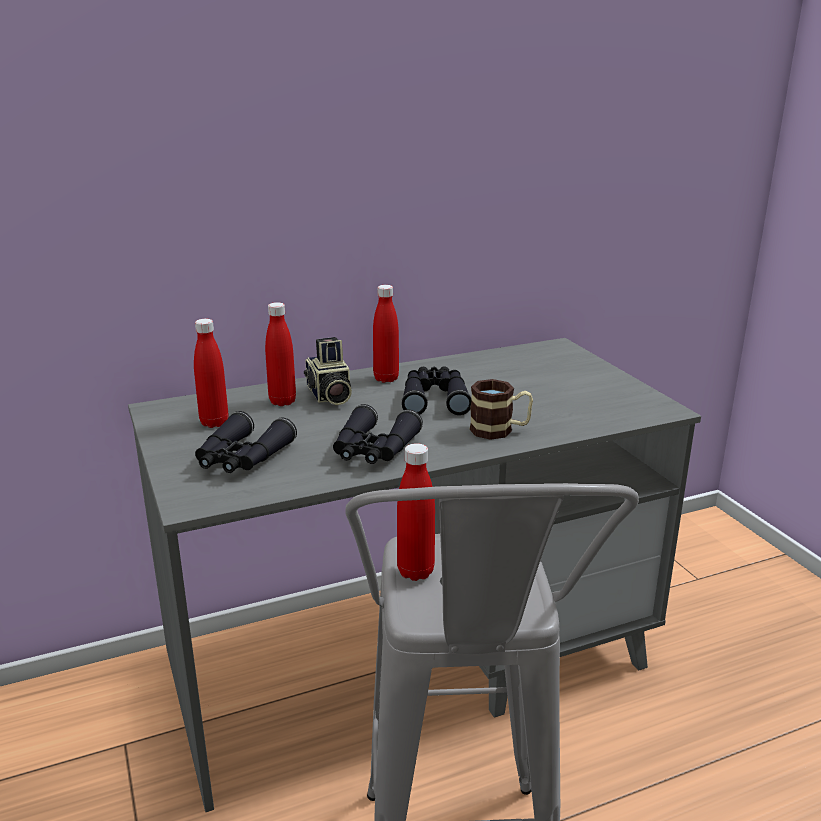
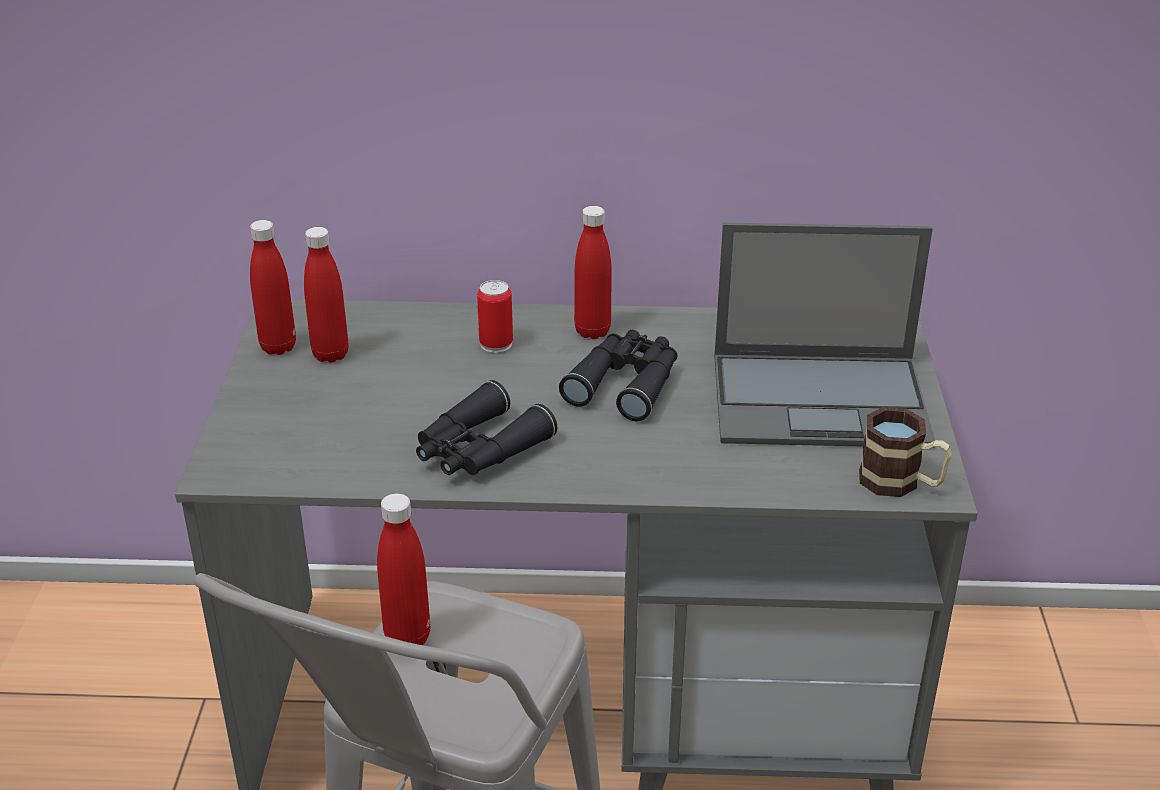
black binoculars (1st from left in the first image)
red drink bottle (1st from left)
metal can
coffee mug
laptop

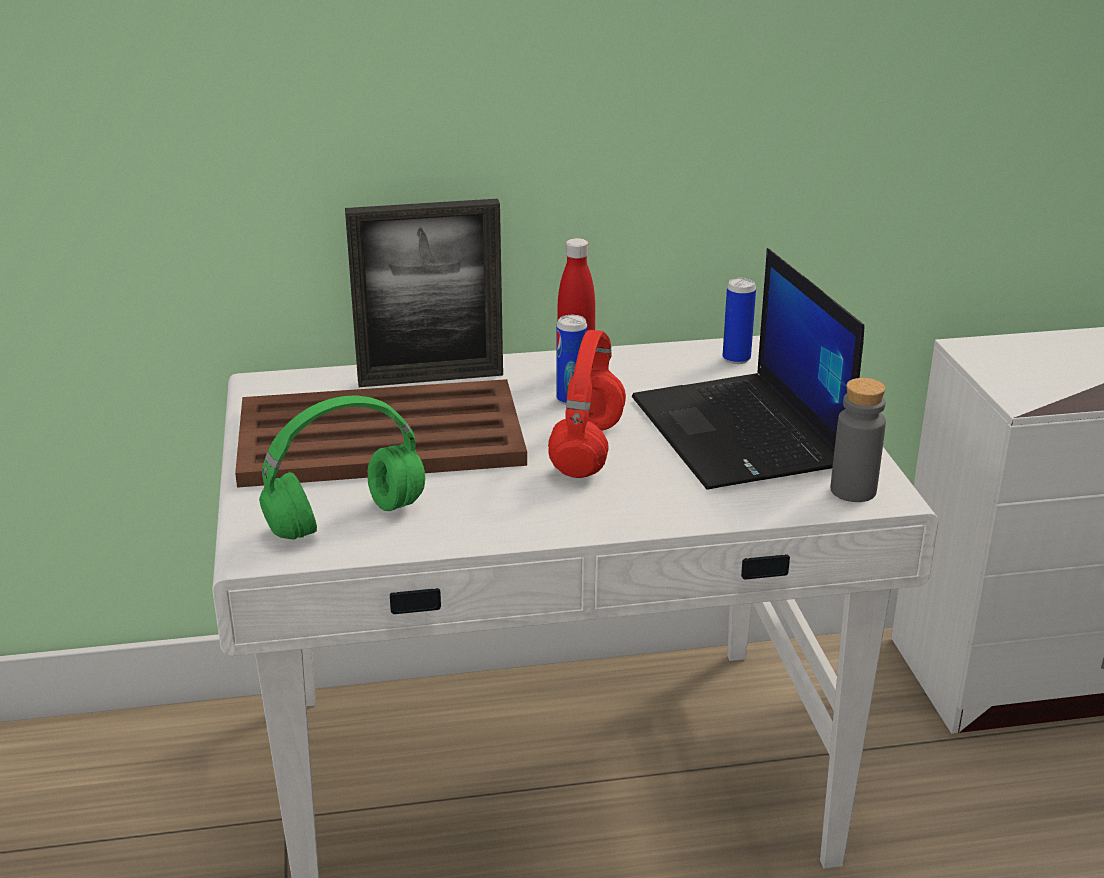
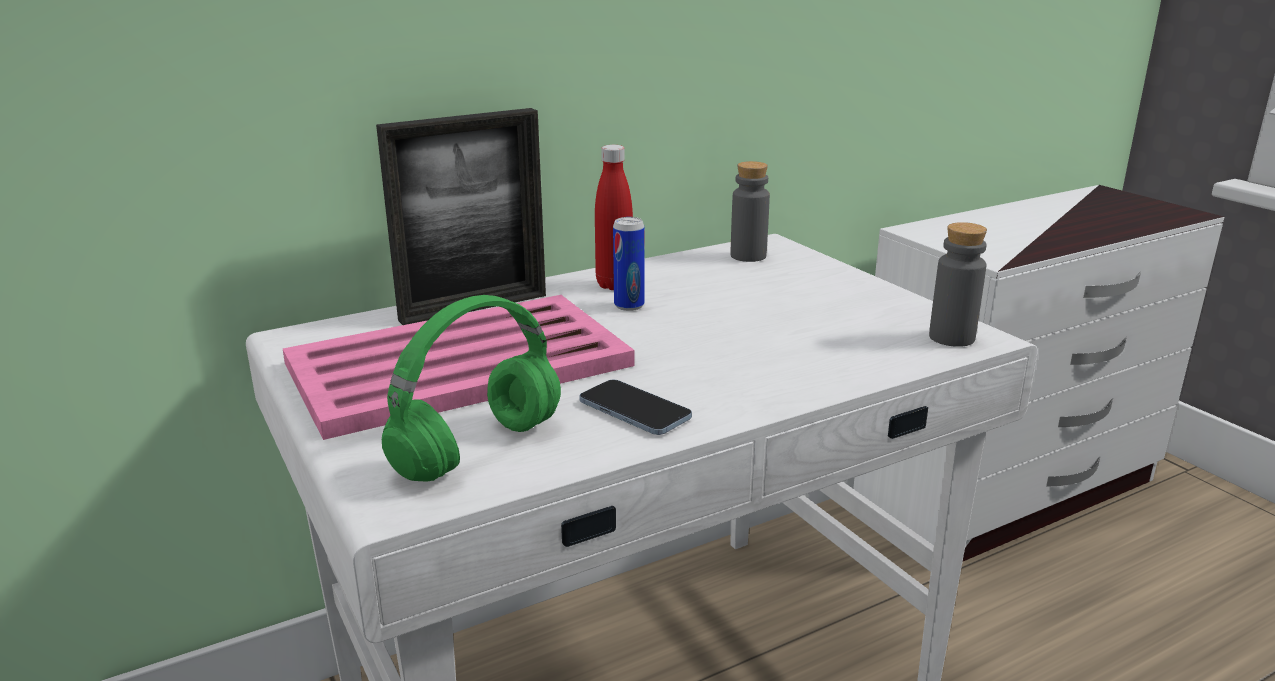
pinkish carrying tray
red headphones
laptop
gray drink bottle (1st from left)
phone

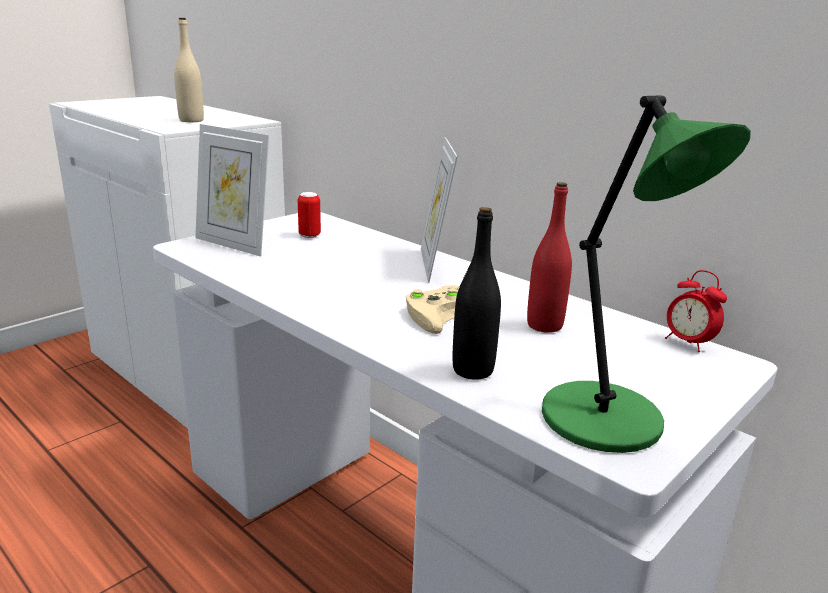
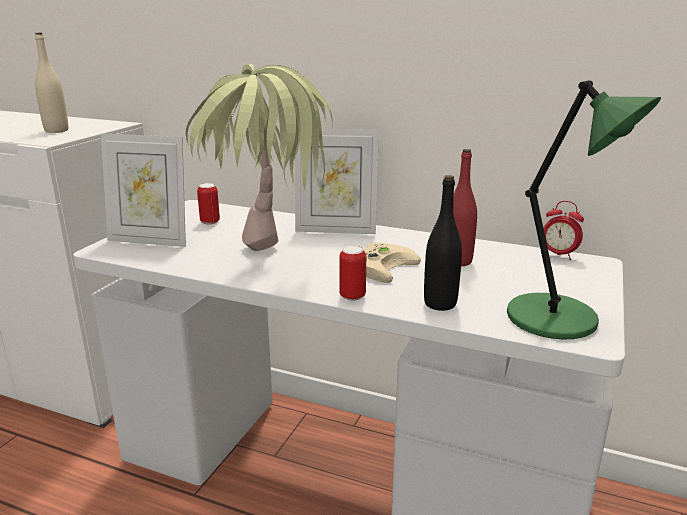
picture frame (2nd from left)
houseplant
metal can (2nd from left)

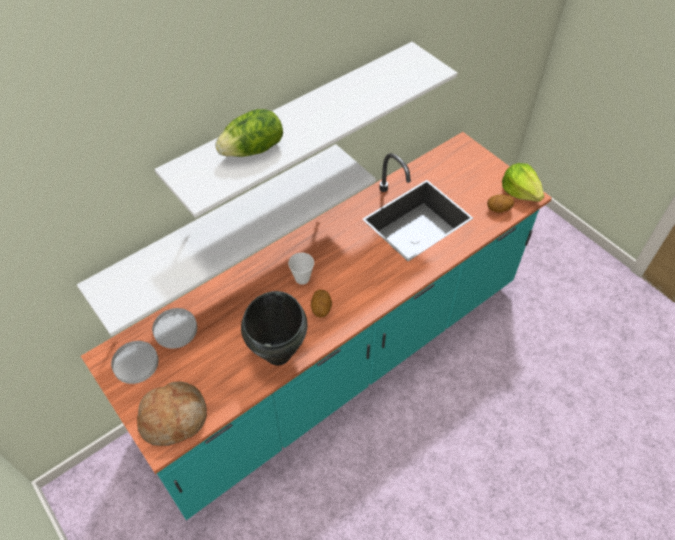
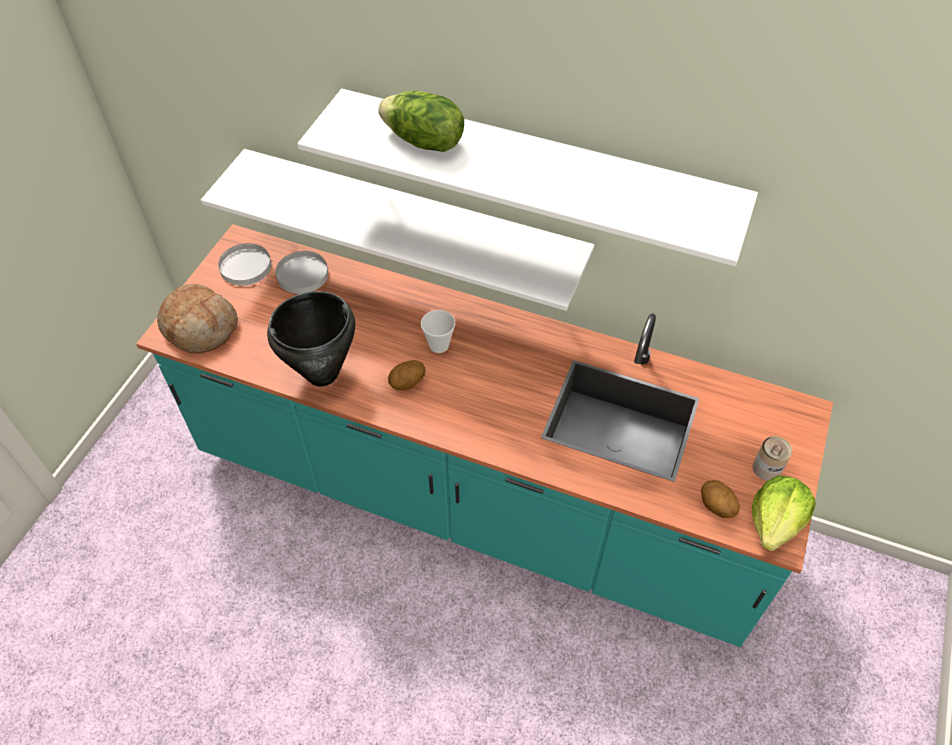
metal can

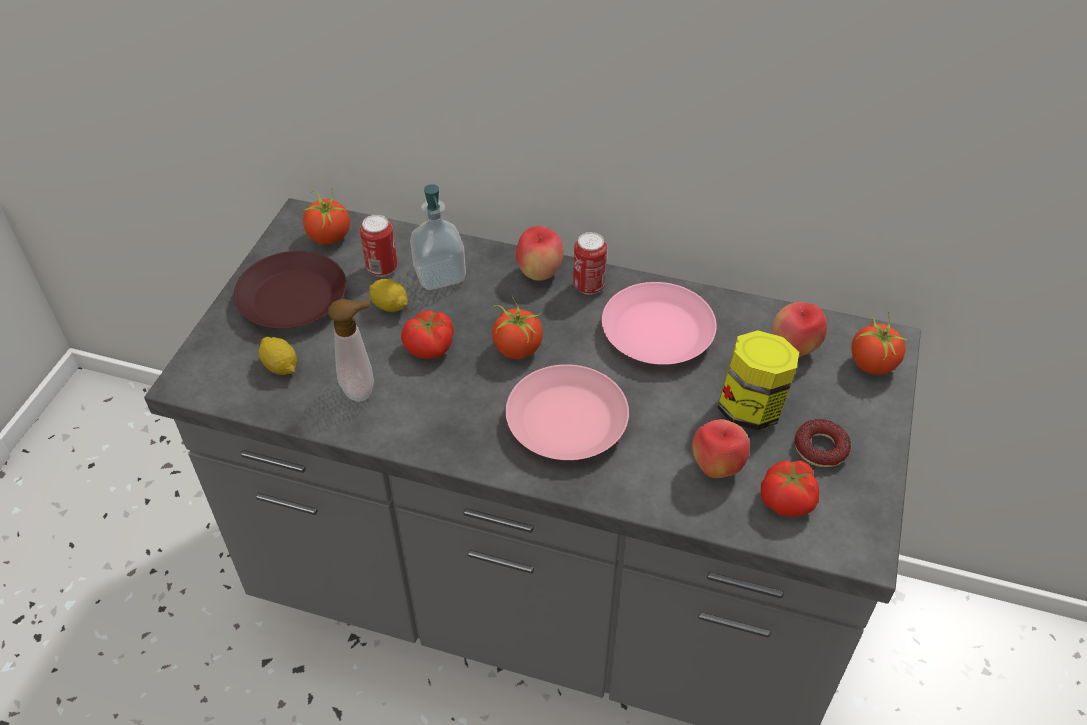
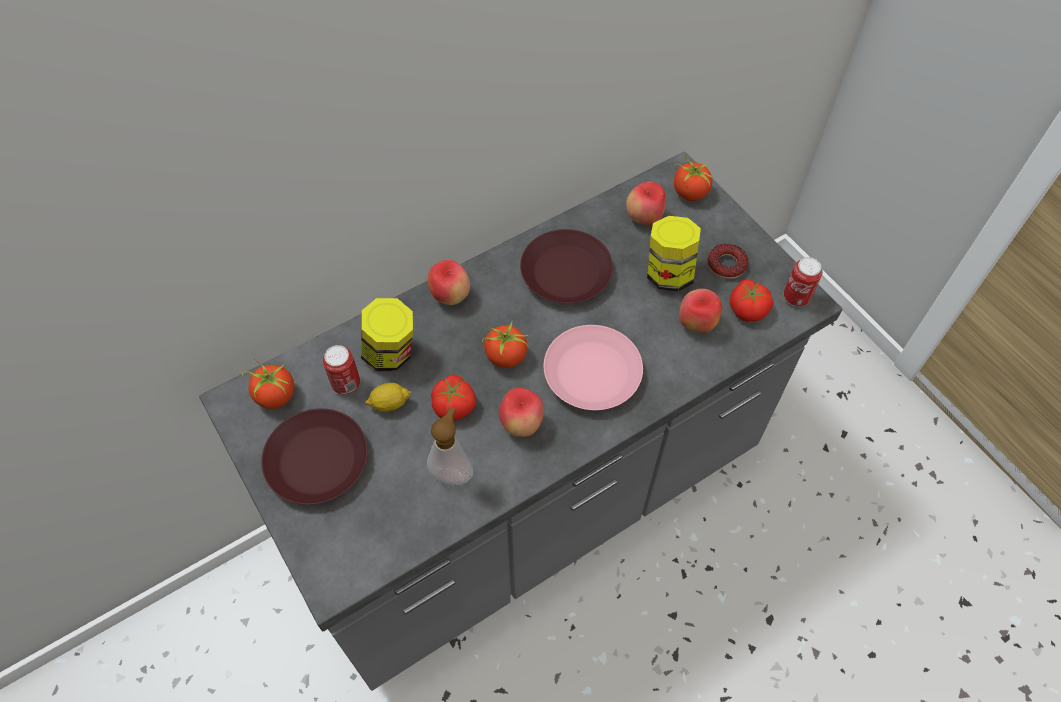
citrus fruit (1st from left in the first image)
preserve jar (1st from left)
metal can (2nd from left)
brownish flat dish (2nd from left)
apple fruit (2nd from left)

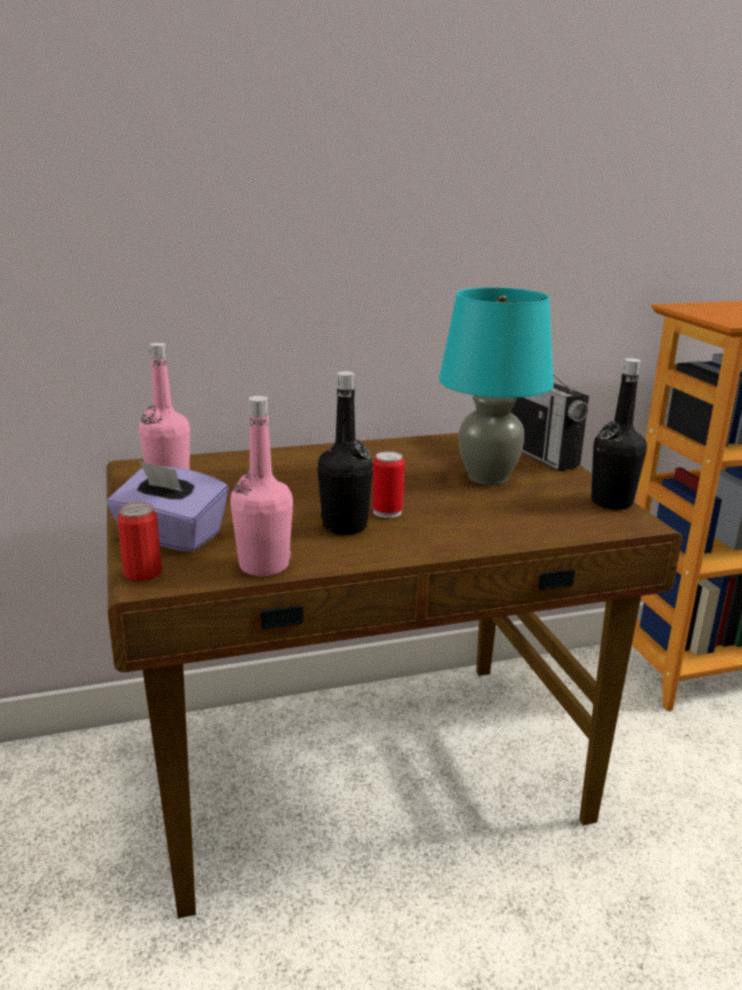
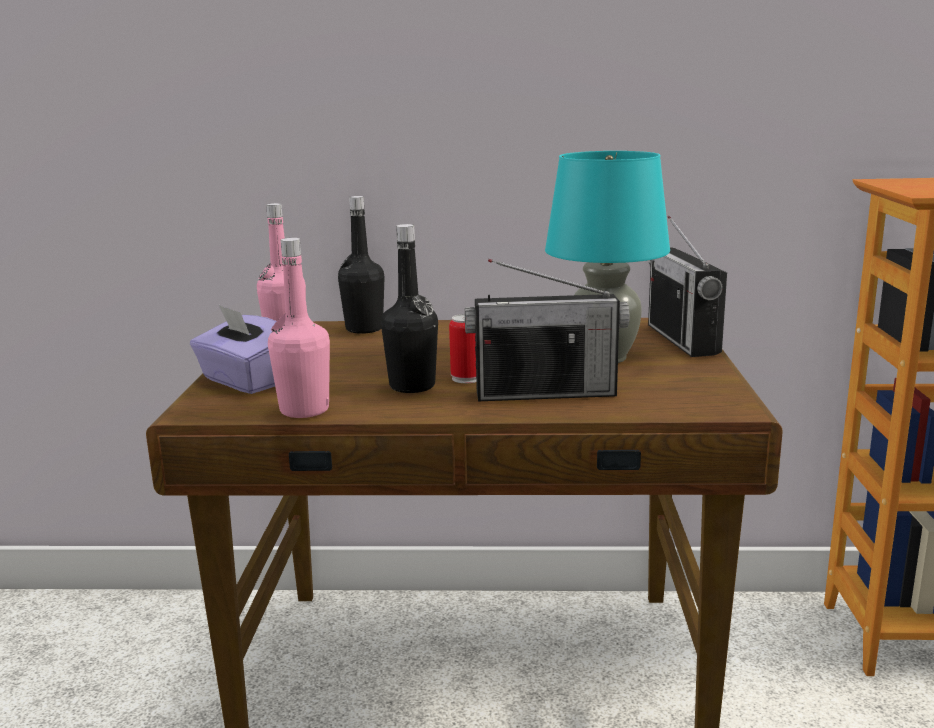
metal can (1st from left in the first image)
black drink bottle (1st from left)
radio set (1st from left)

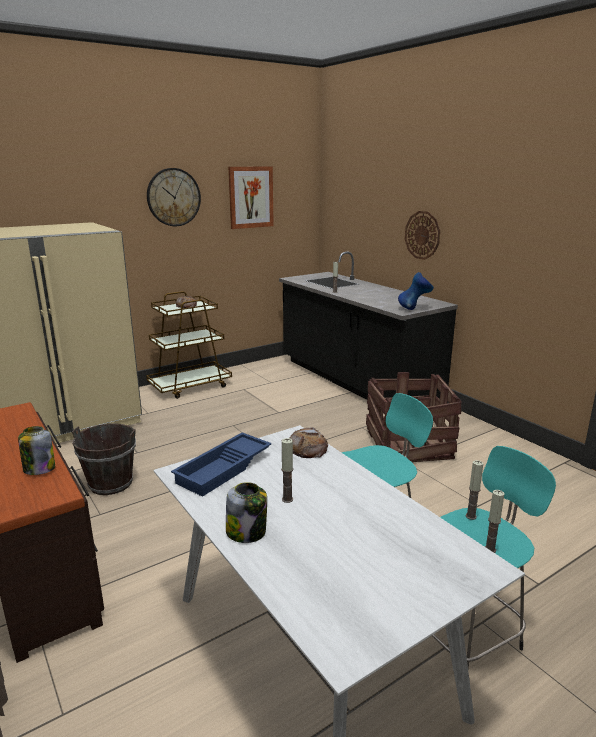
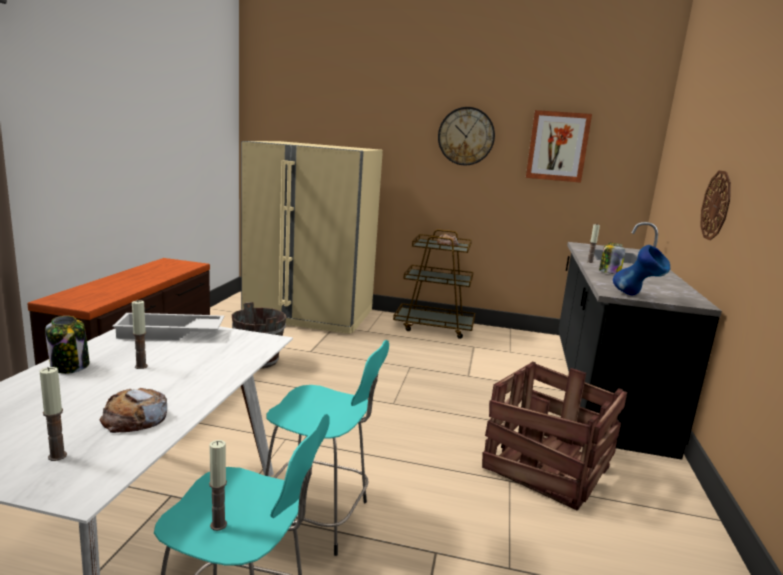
preserve jar (2nd from left)
white carrying tray
bread (1st from left)
candle (1st from left)

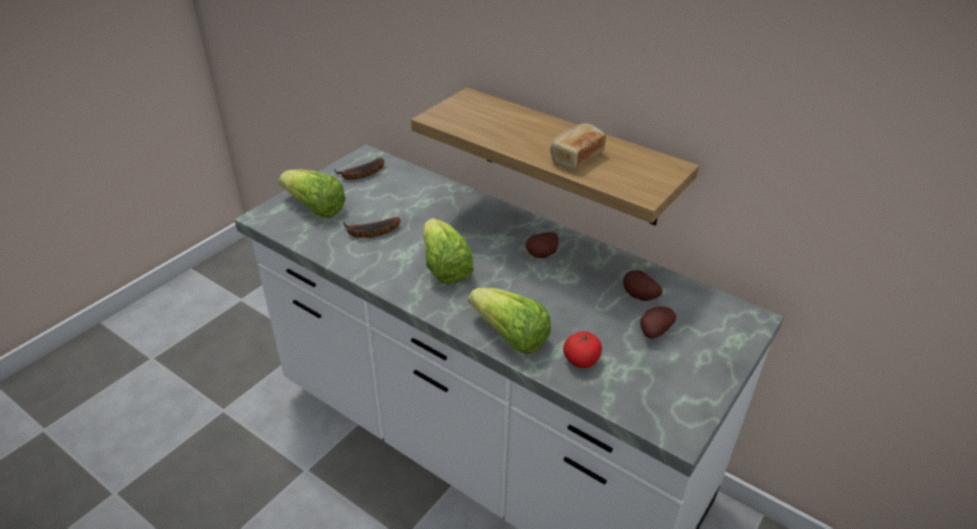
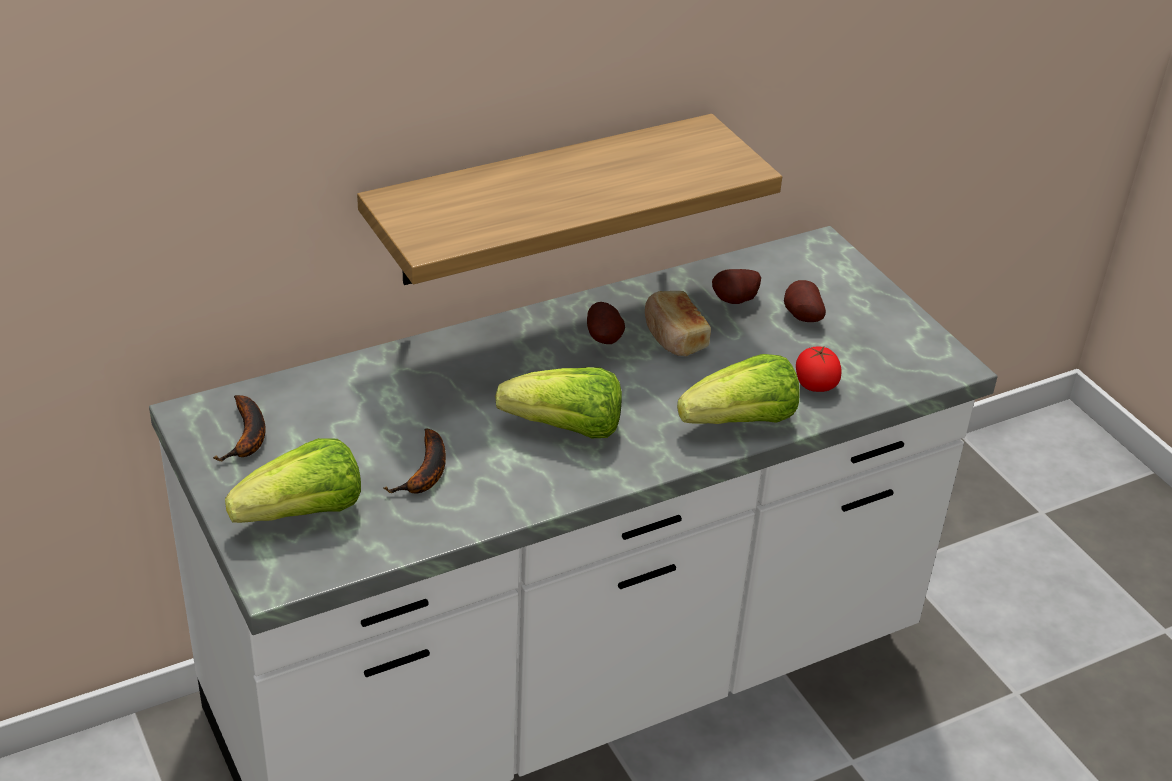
bread

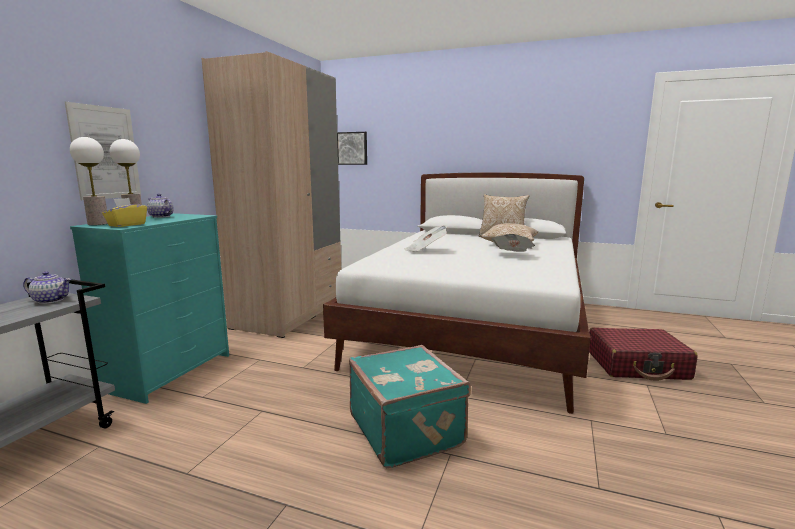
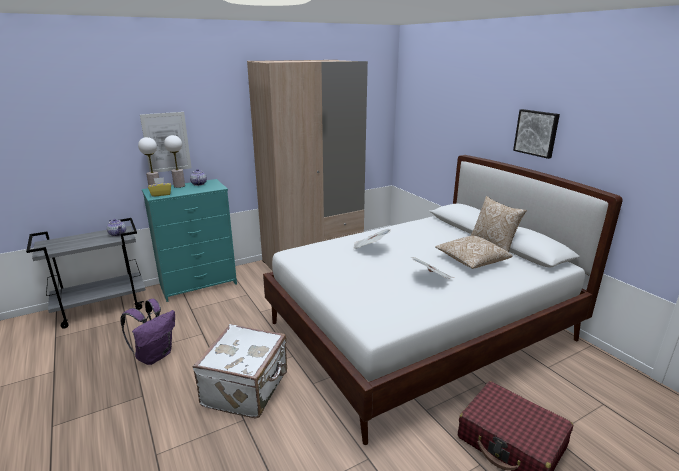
wall art (2nd from left)
white travel case
purple knapsack

